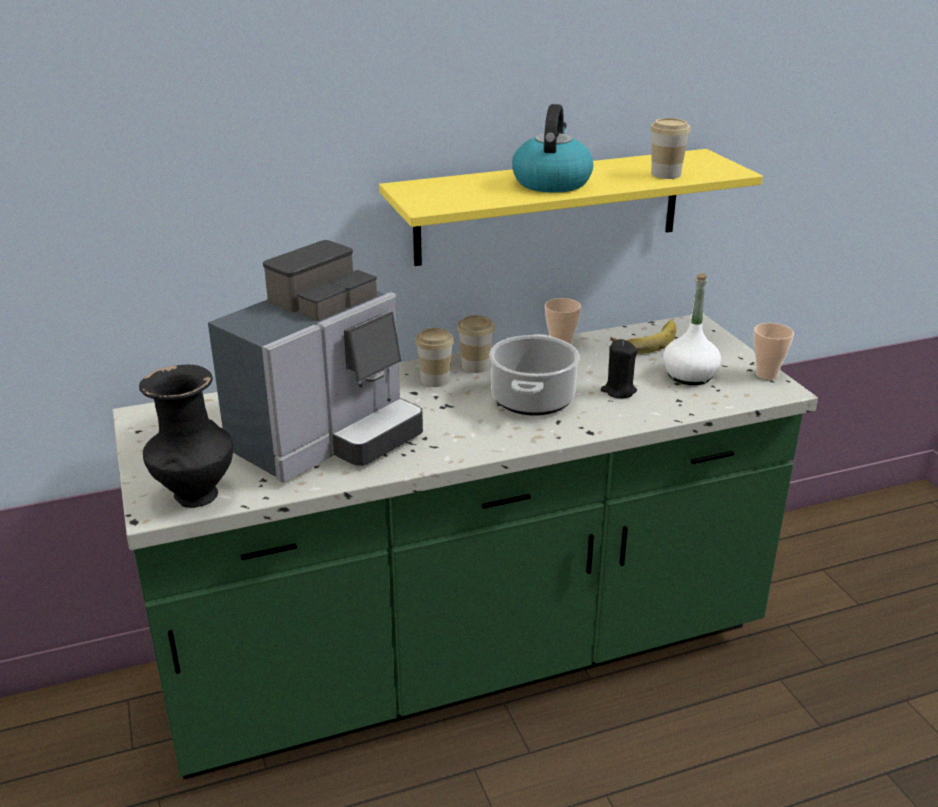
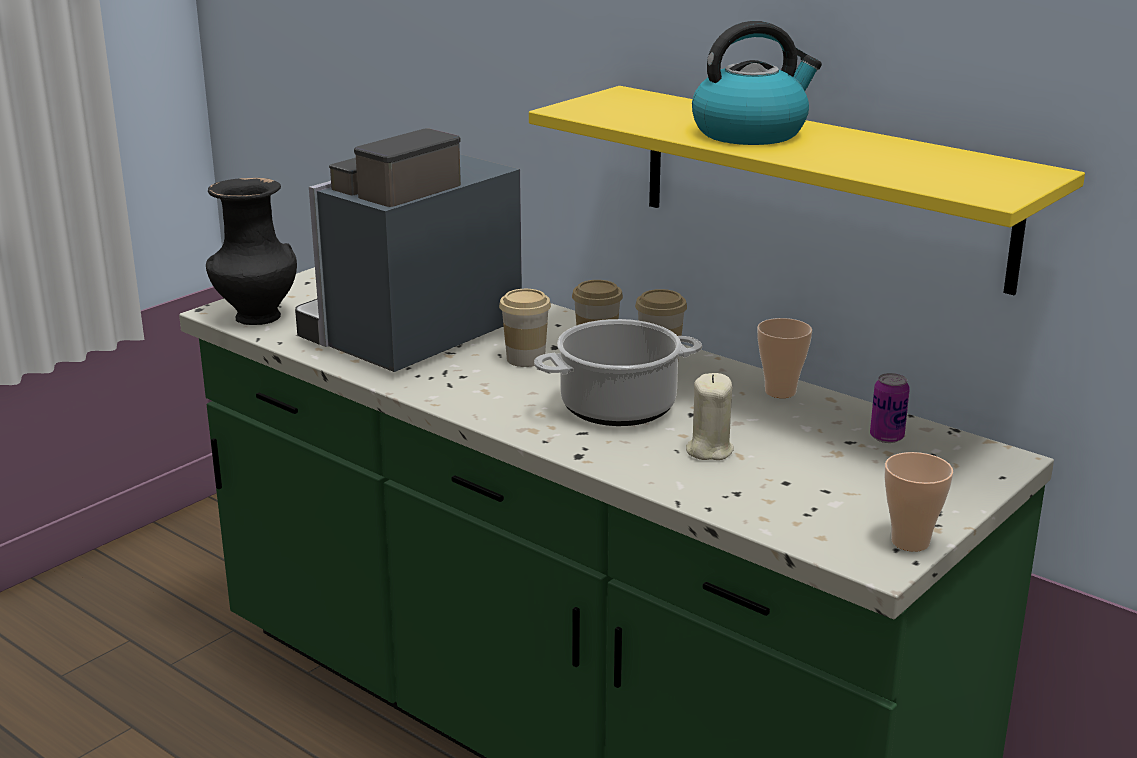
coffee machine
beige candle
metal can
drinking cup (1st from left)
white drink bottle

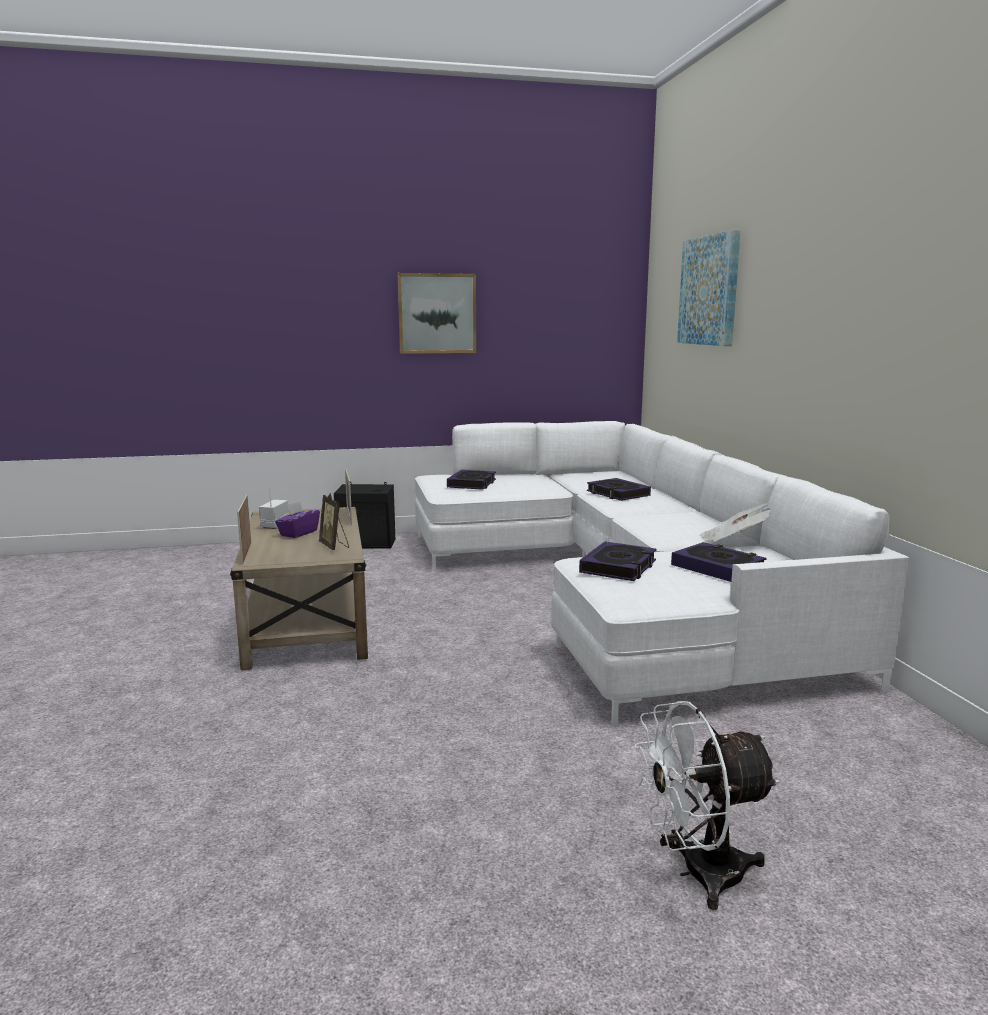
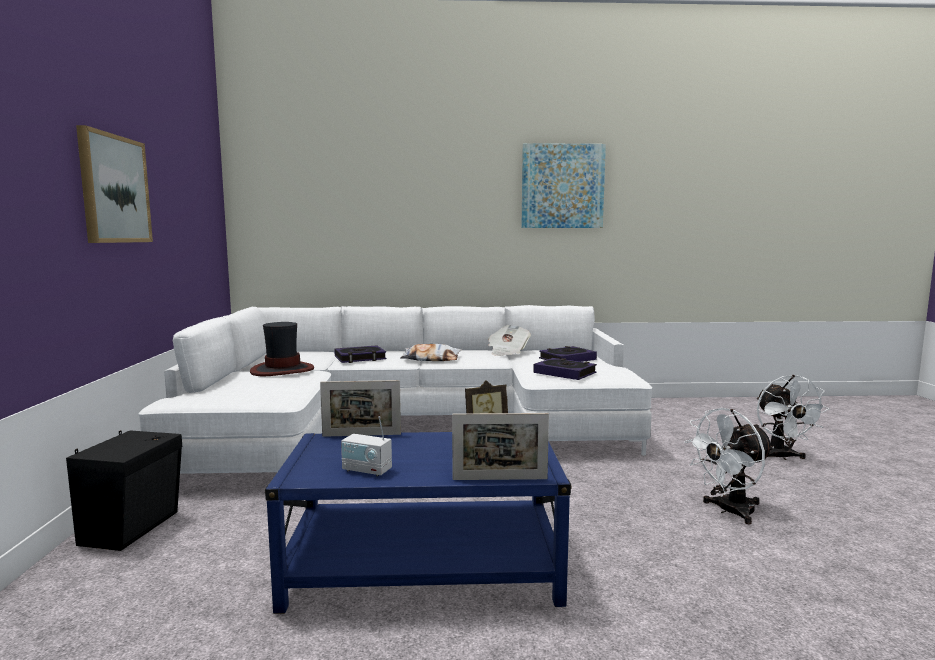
bluish lounge table
purple box of tissues
volume (1st from left in the first image)
wall art (2nd from left)
wearable hat
throw pillow
white fan (1st from left)

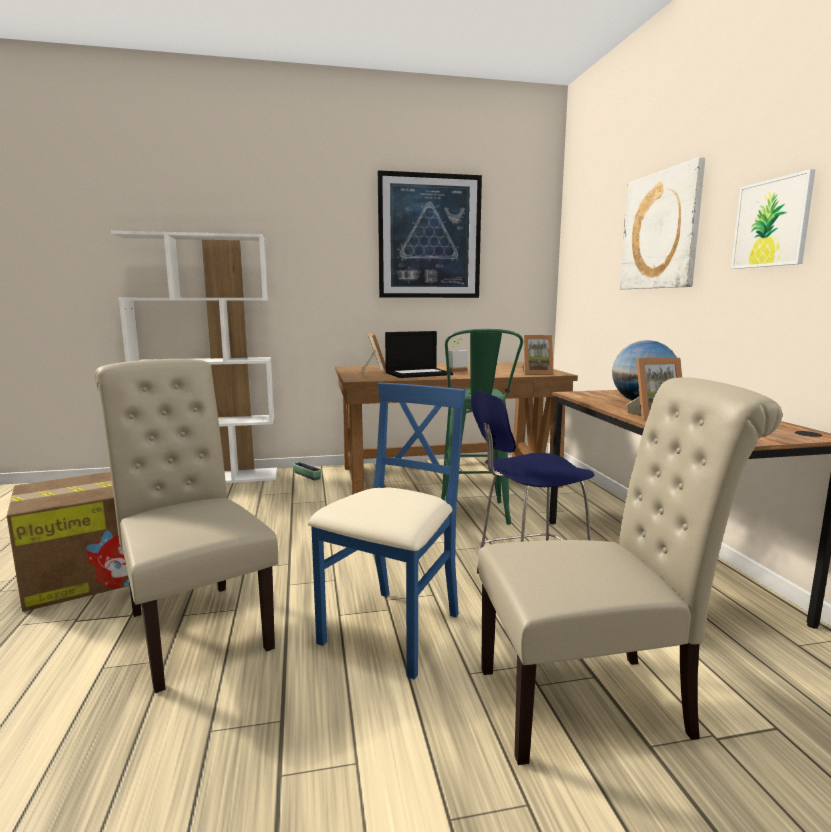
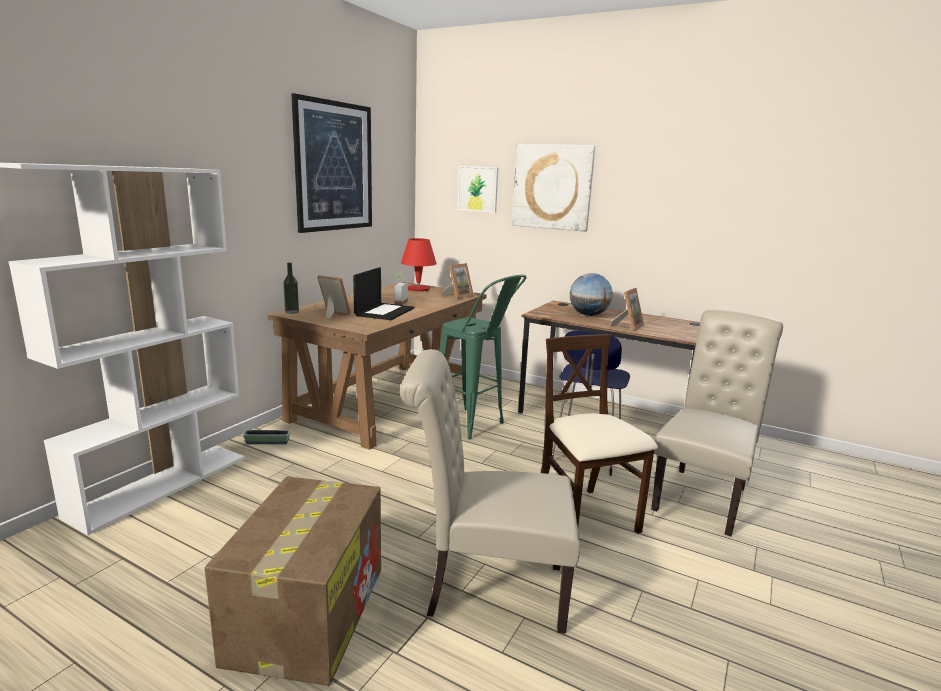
beige chair (2nd from left)
wall art (2nd from left)
drink bottle
red lamp for a table

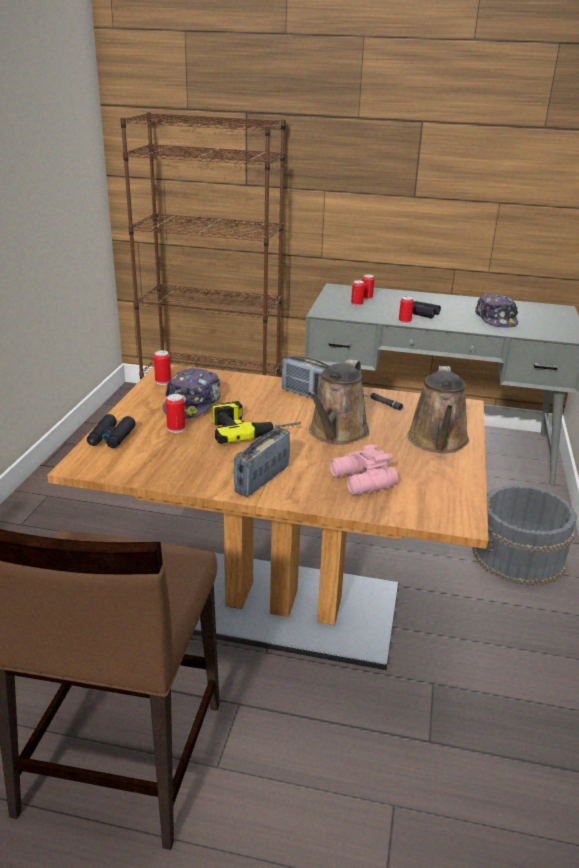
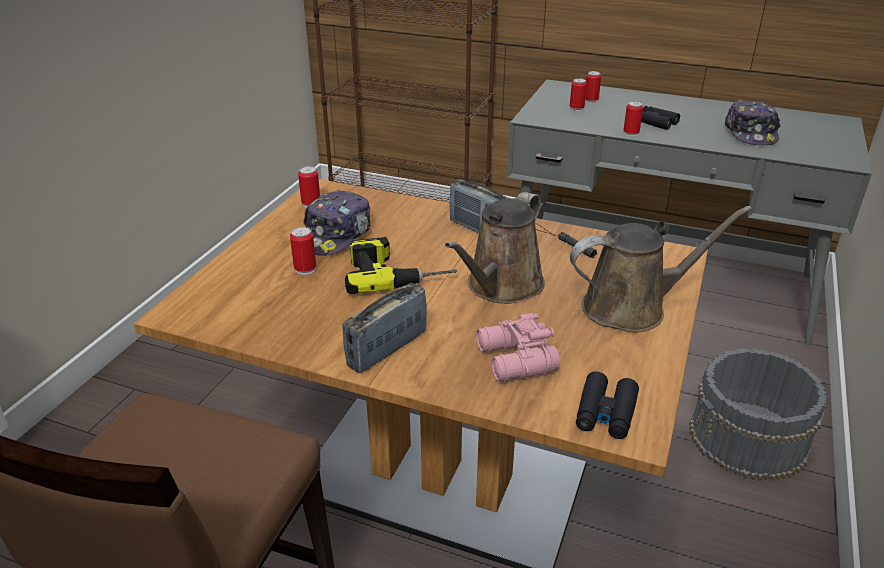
black binoculars (1st from left)
brownish sprinkling can (2nd from left)

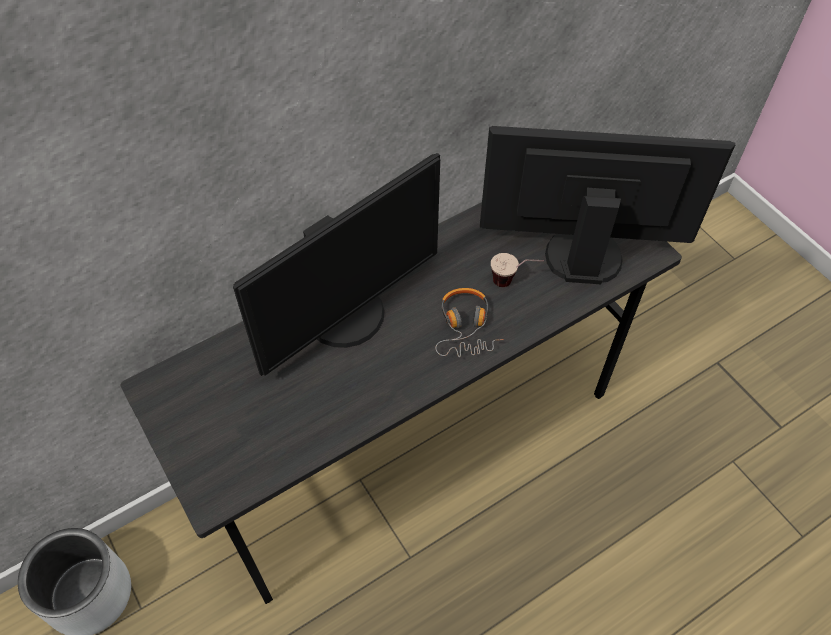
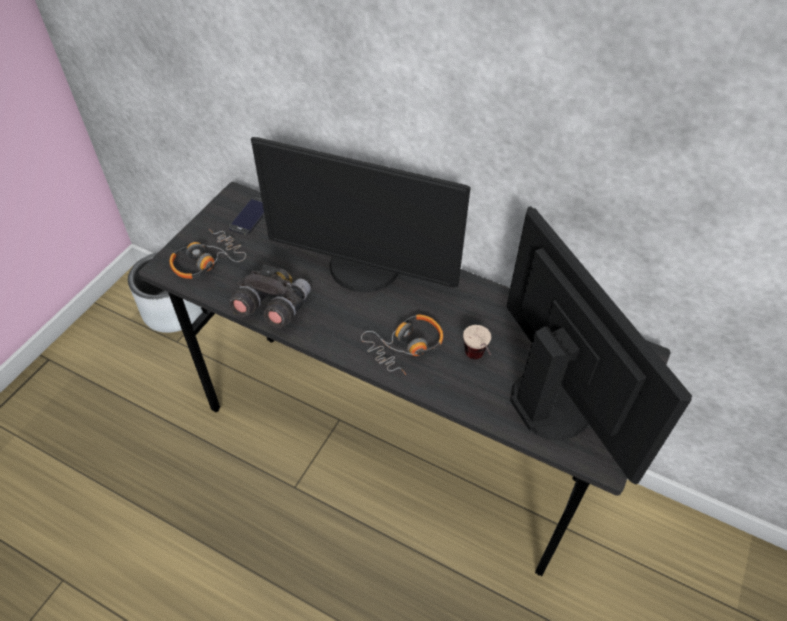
headphones (1st from left)
phone
gray binoculars

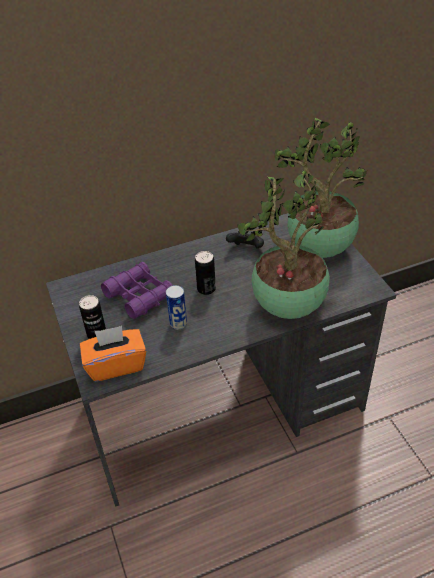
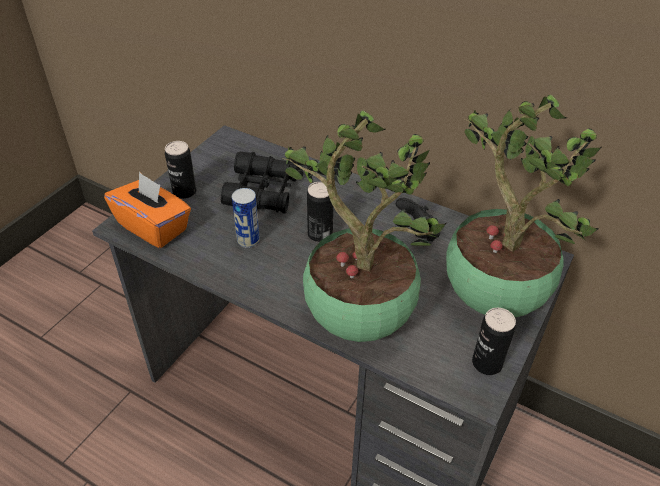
black binoculars
metal can (4th from left)

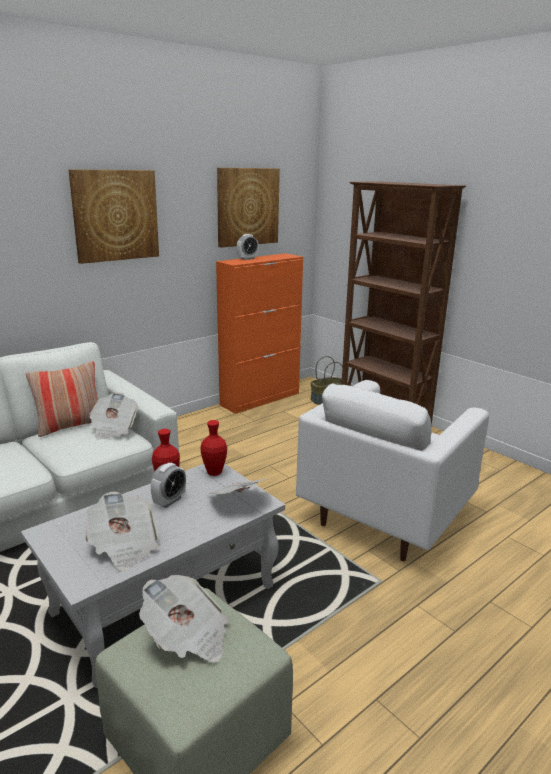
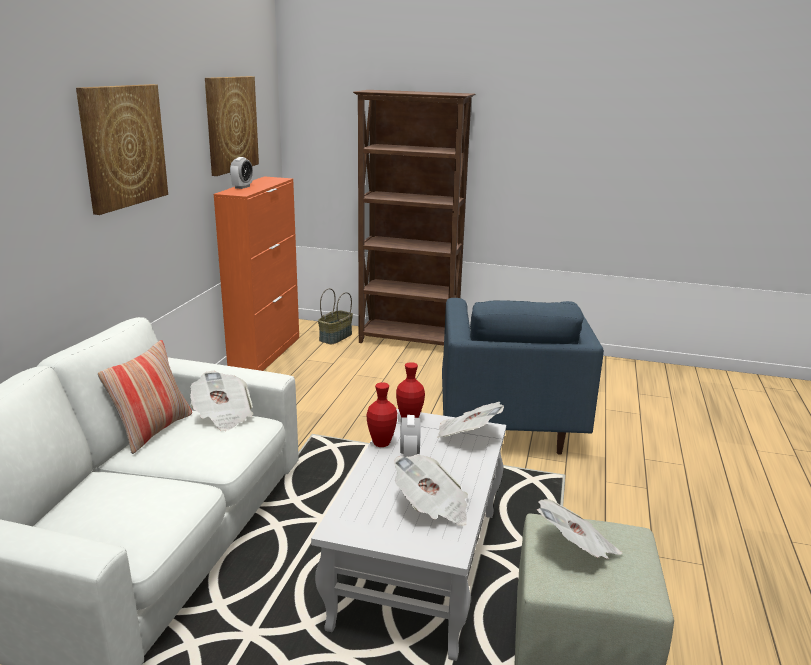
bluish easy chair

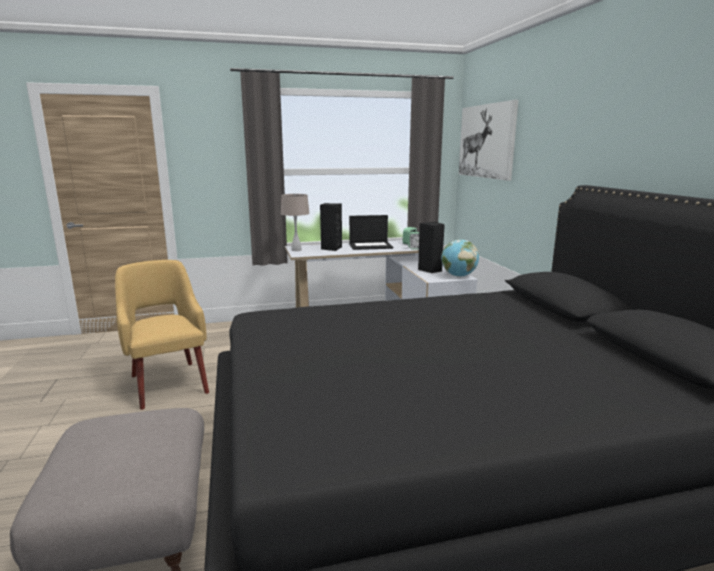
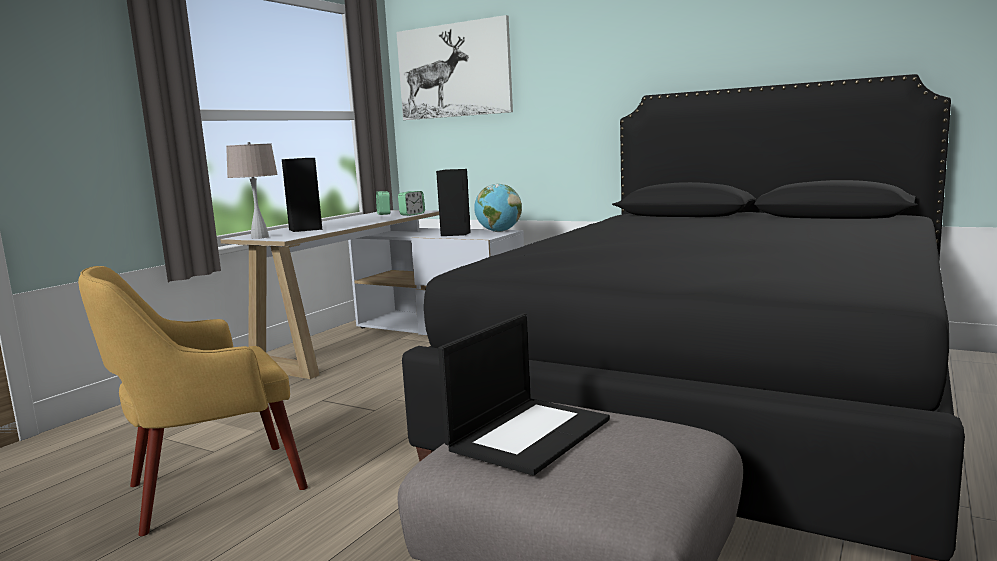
yellowish easy chair
laptop

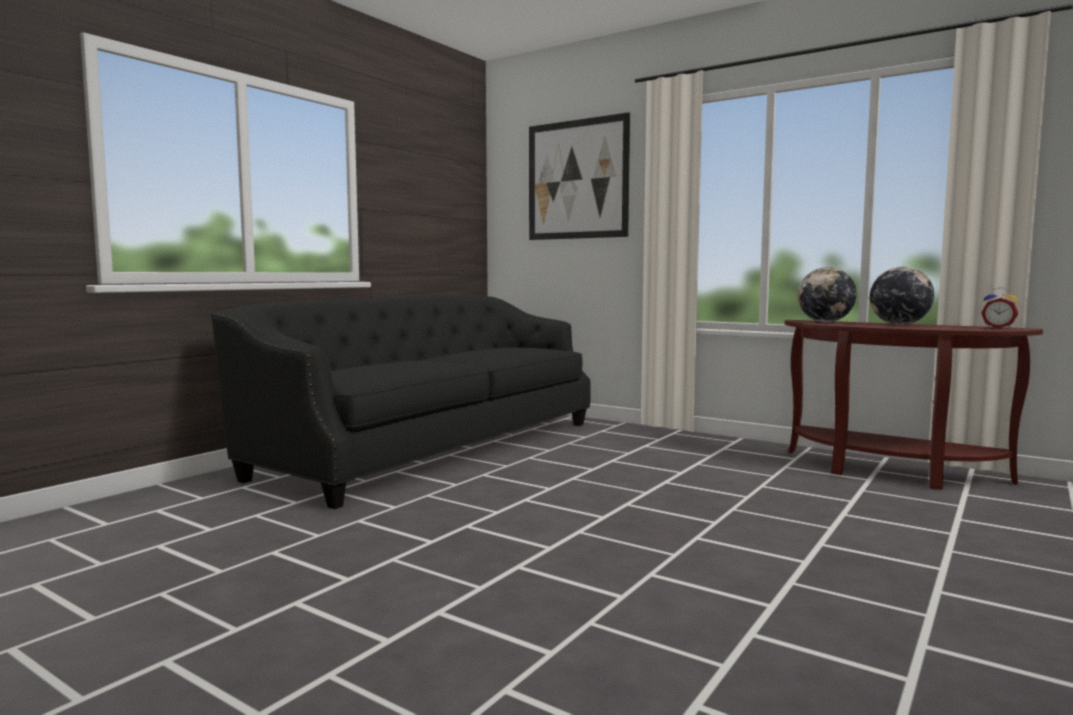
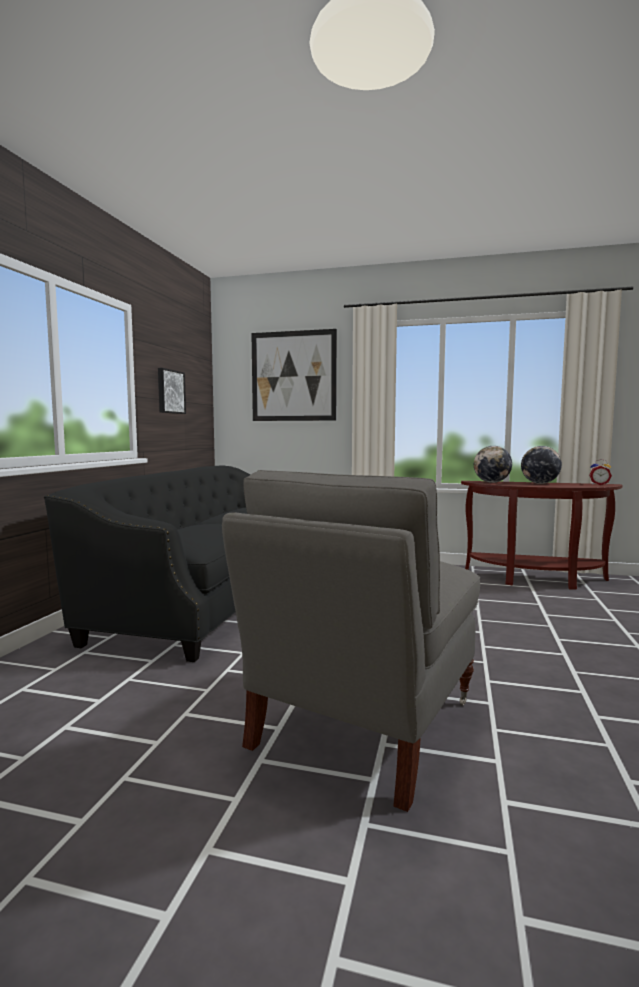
wall art (1st from left)
gray easy chair

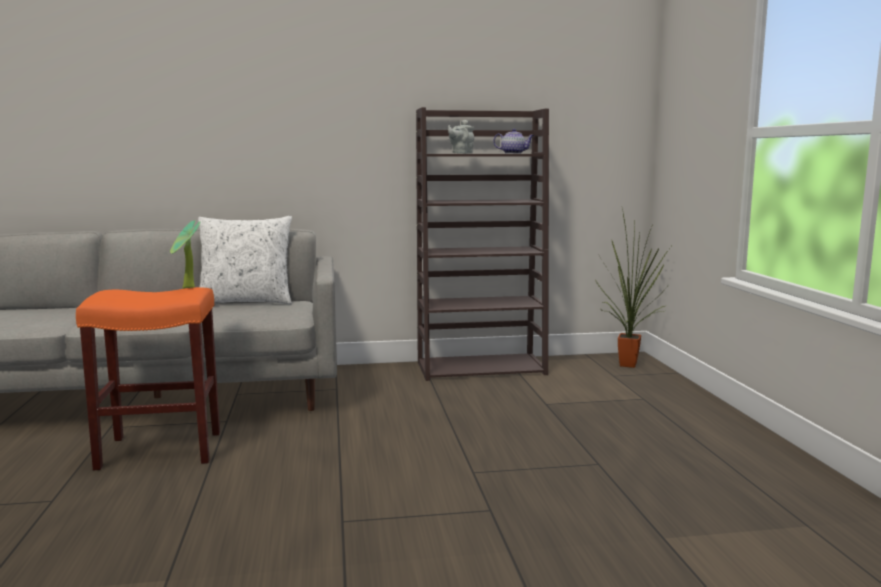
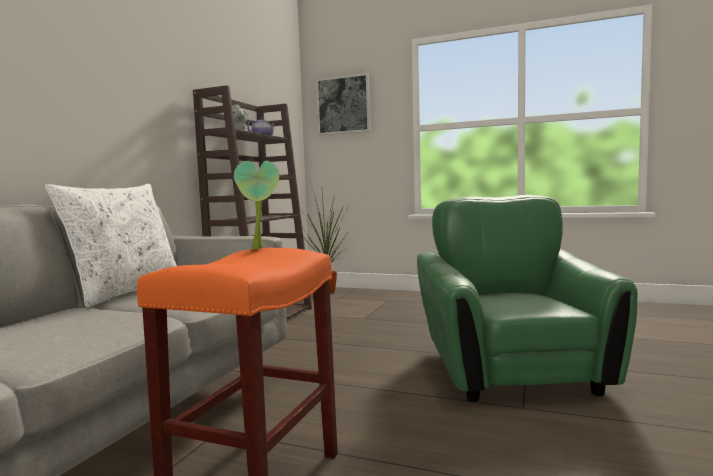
wall art
greenish easy chair

